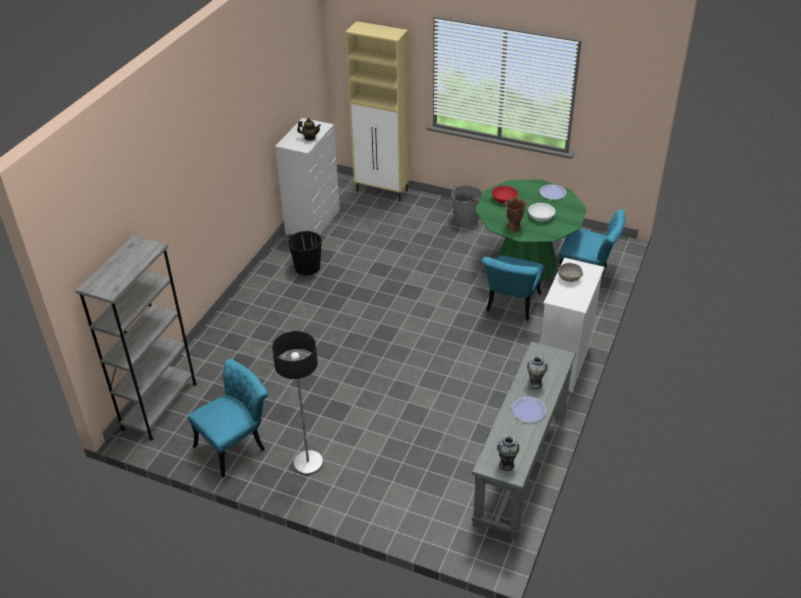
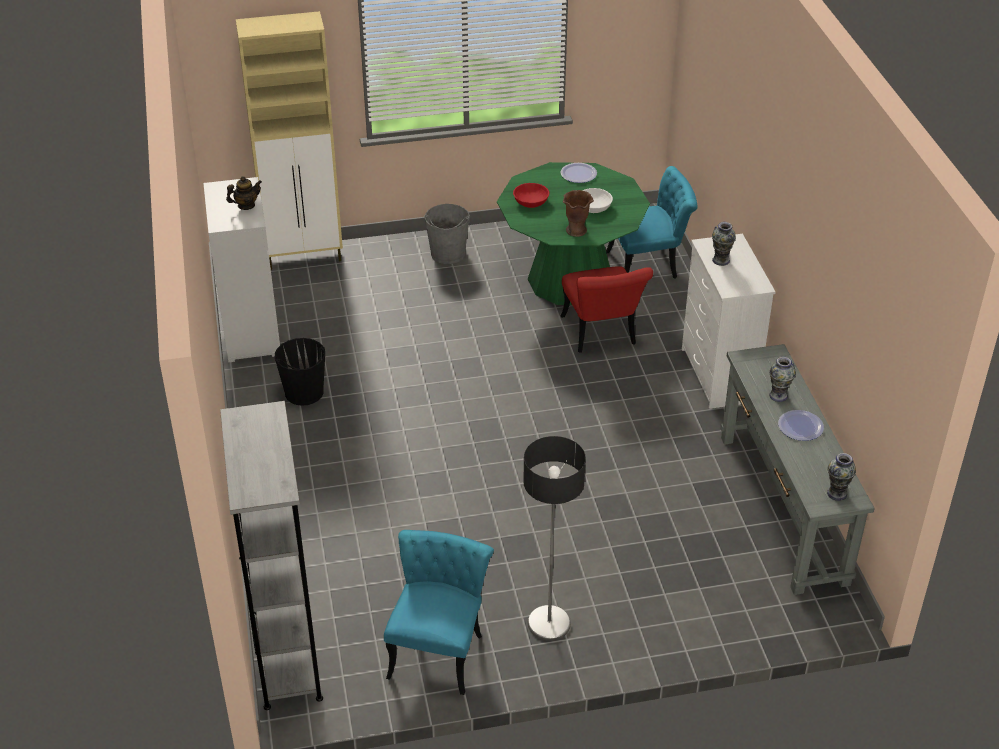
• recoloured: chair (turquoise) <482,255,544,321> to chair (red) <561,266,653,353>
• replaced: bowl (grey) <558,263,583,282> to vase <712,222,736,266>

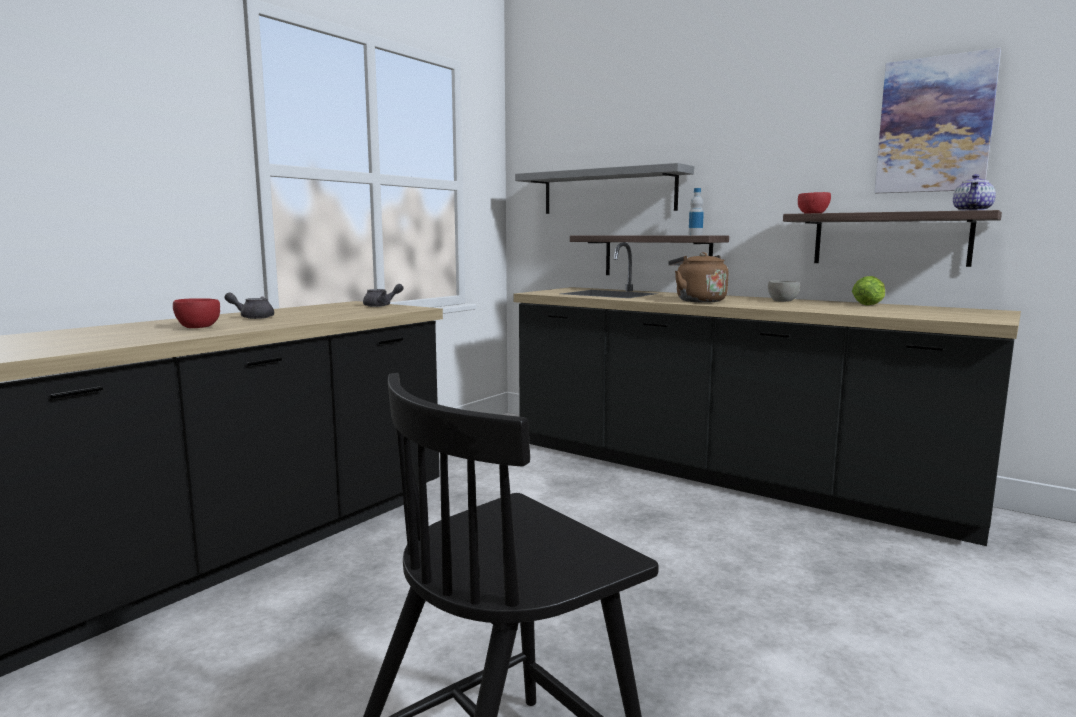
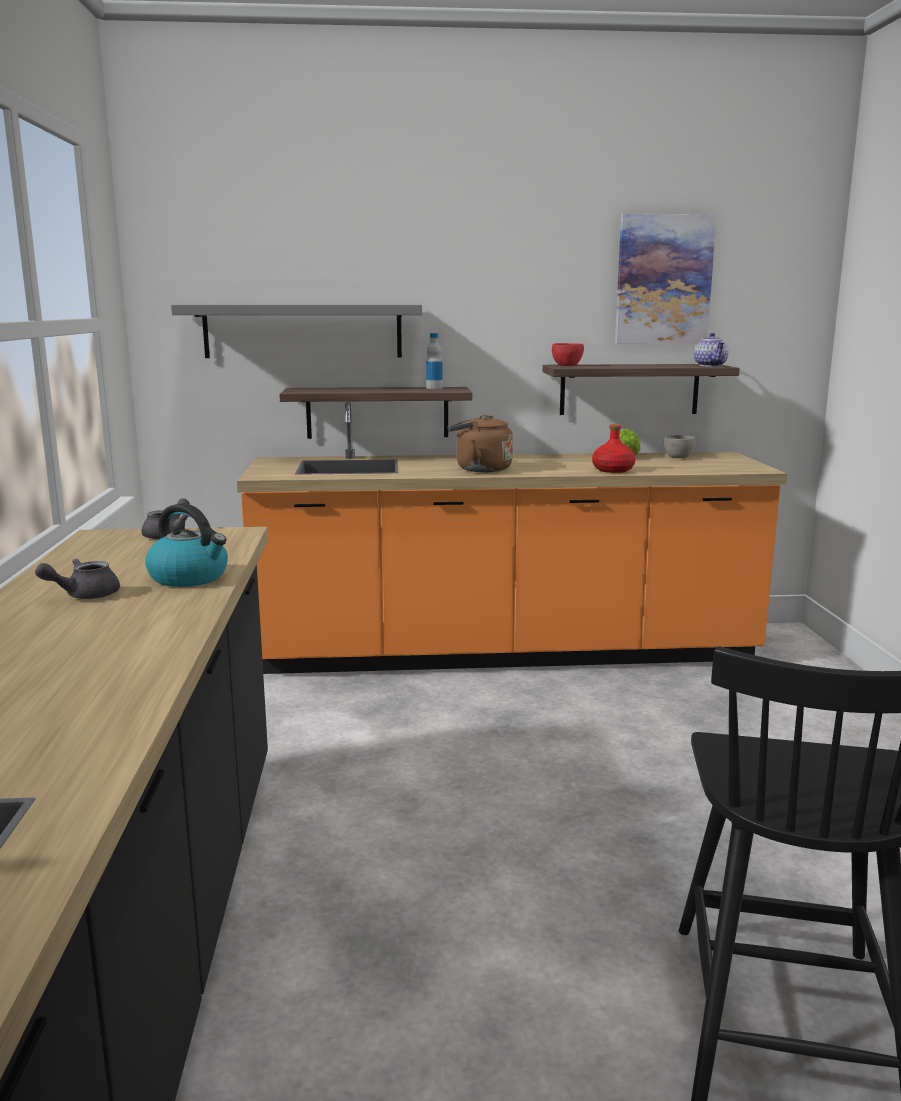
• added: kettle <145,503,228,587>
• recoloured: counter (black) <513,242,1021,546> to counter (orange) <237,401,787,674>
• added: bottle (red) <592,424,635,473>
• moved: bowl (grey) <768,281,800,302> to <664,435,696,458>
• removed: bowl (red) <173,298,220,328>

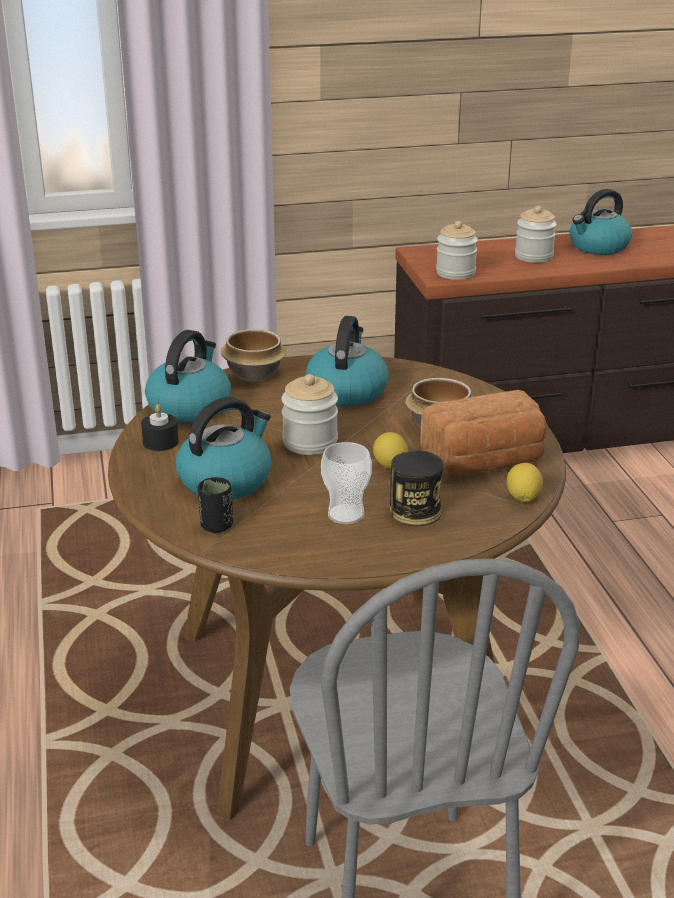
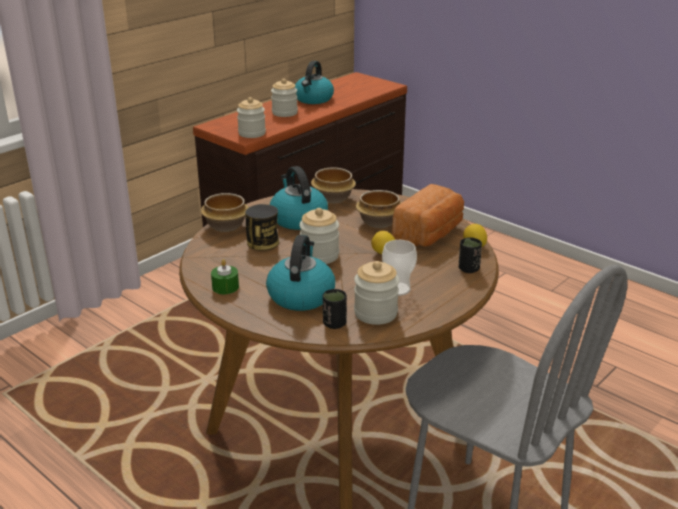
• recoloured: candle (black) <141,404,179,451> to candle (green) <211,259,239,294>
• moved: can <390,450,444,526> to <245,204,279,250>
• added: bowl <311,167,356,203>
• added: jar <354,261,399,325>
• added: cup (black) <459,237,482,273>
• removed: kettle <145,330,231,423>

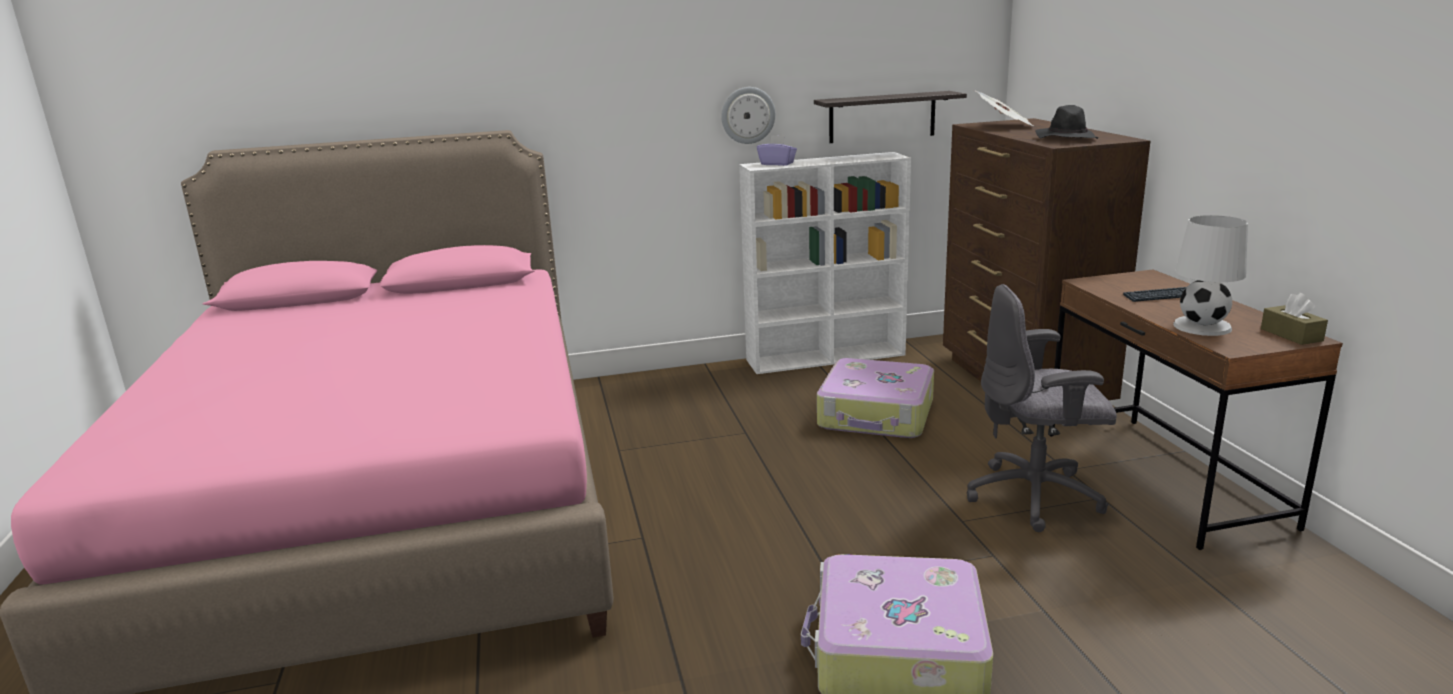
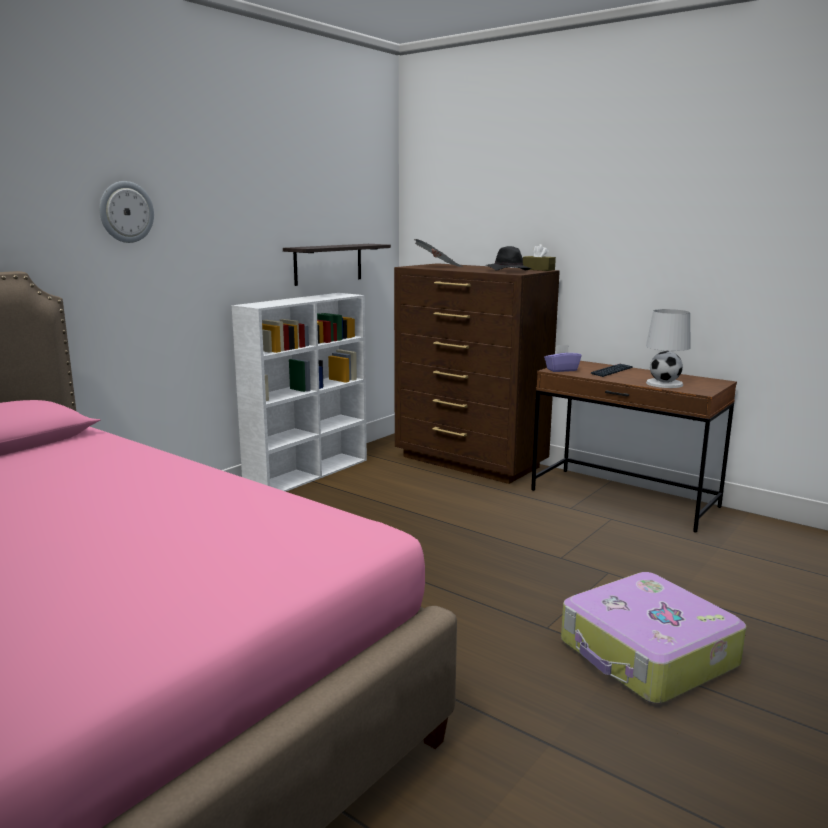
• moved: wall clock <721,87,775,144> to <99,181,154,243>
• moved: tissue box (brown) <1261,293,1328,345> to <522,244,556,271>
• moved: tissue box (purple) <757,135,797,166> to <544,345,581,372>
• removed: suitcase <817,358,934,438>
• removed: office chair (grey) <967,284,1117,532>

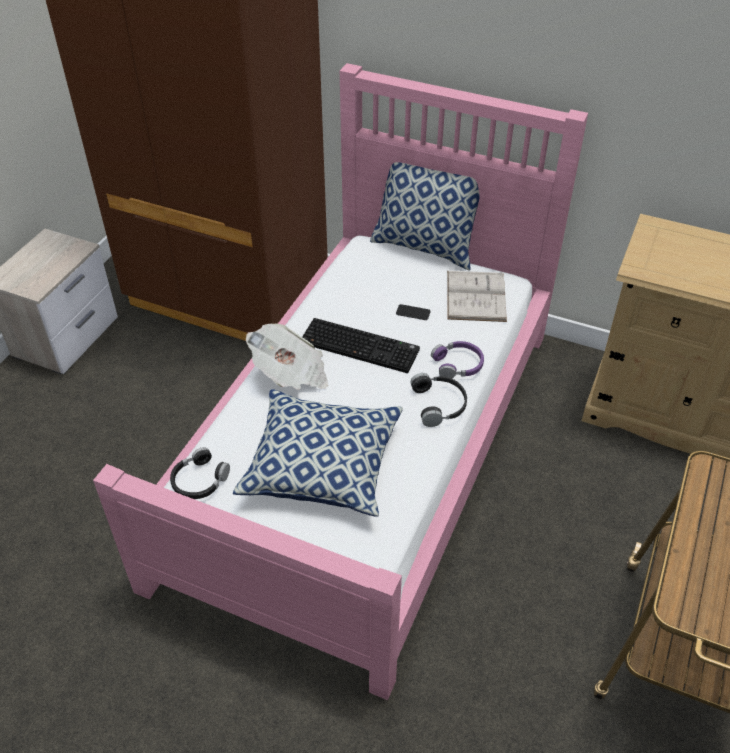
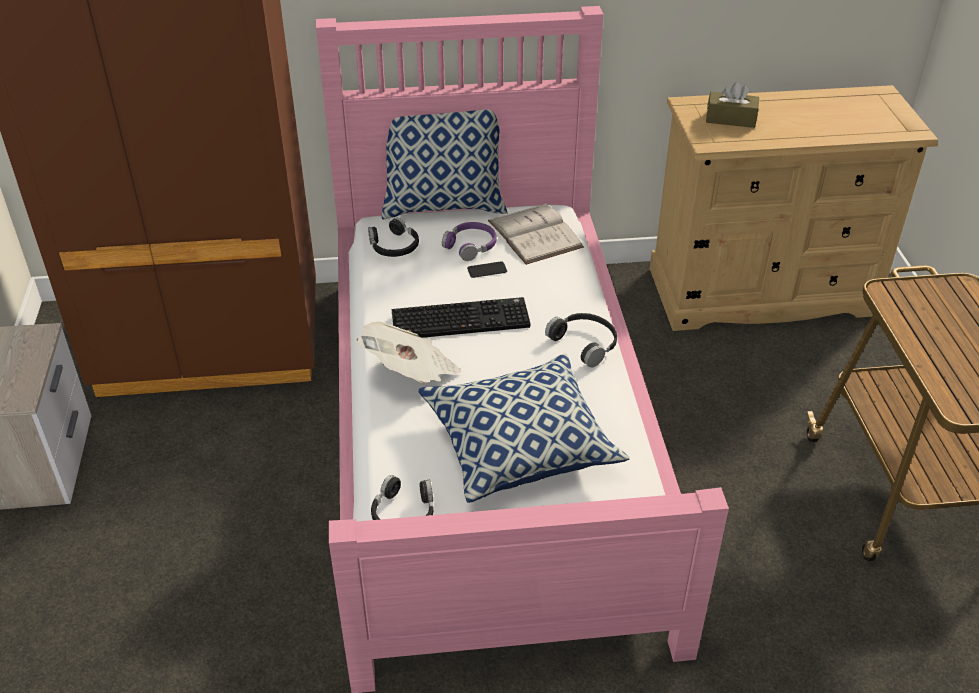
• added: headphones (black) <368,218,419,257>
• moved: headphones (purple) <431,341,484,378> to <442,222,497,261>
• added: tissue box (brown) <706,82,759,128>

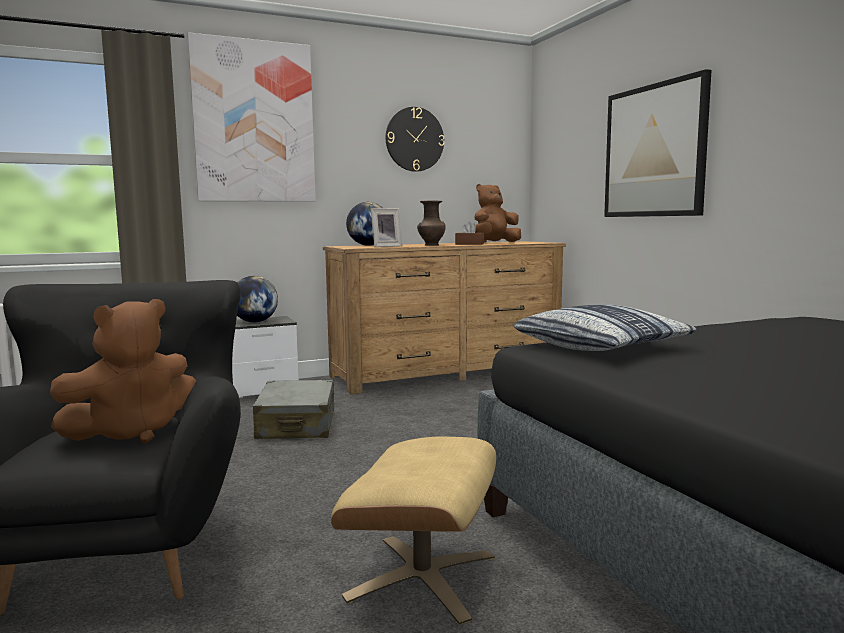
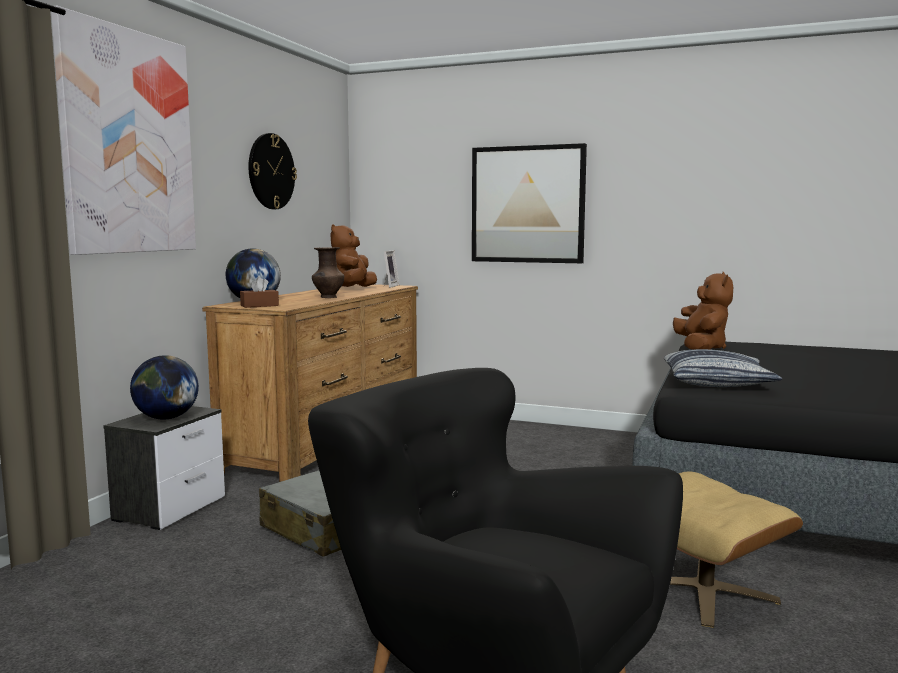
• moved: tissue box (brown) <455,222,484,245> to <240,277,279,308>
• moved: picture frame <371,208,402,247> to <384,250,400,288>
• moved: plush toy (brown) <50,299,196,443> to <673,272,733,350>

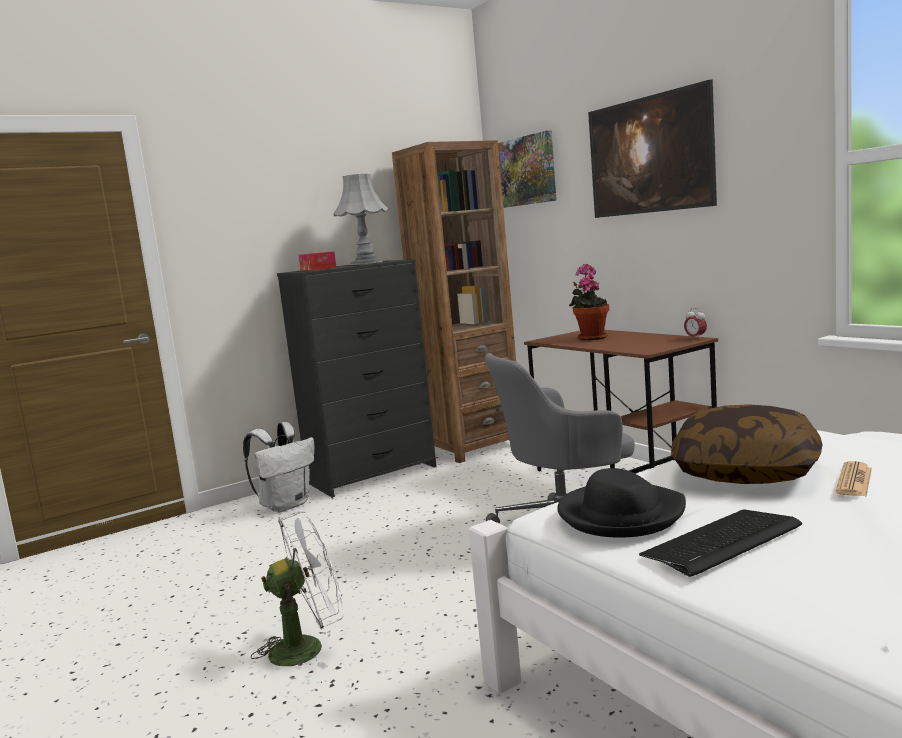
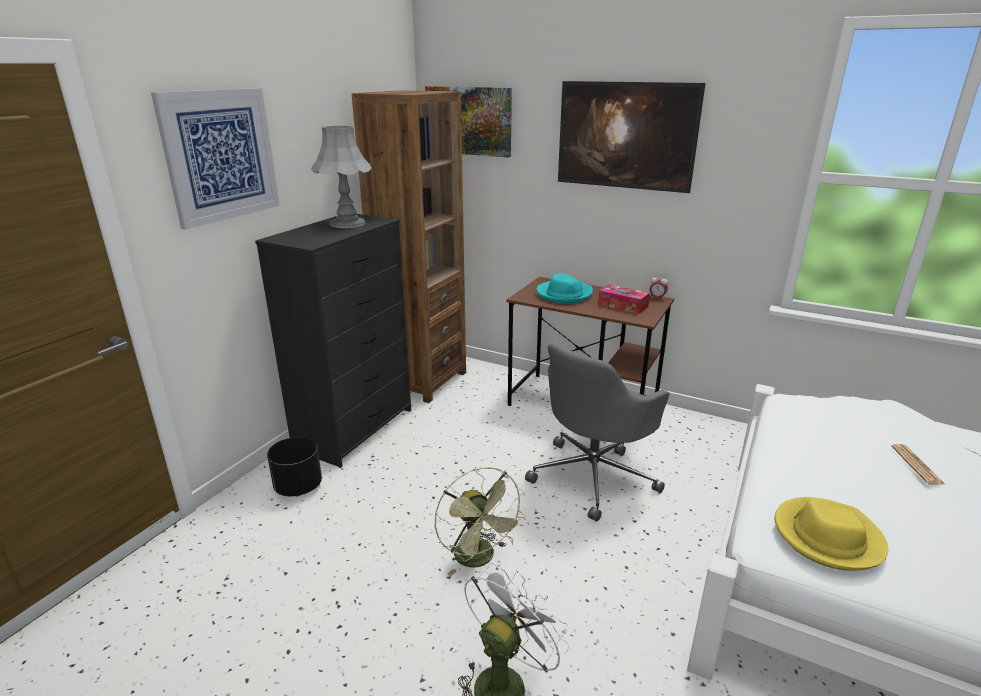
• added: picture <151,88,280,229>
• replaced: backpack (white) <243,422,315,512> to planter (black) <267,437,322,496>
• added: fan (green) <435,467,526,577>
• replaced: potted plant <569,264,609,340> to hat (turquoise) <536,274,593,304>
• moved: tissue box <299,251,336,271> to <598,284,650,314>
• recoloured: hat (black) <557,468,686,538> to hat (yellow) <775,497,888,571>
• removed: keyboard <639,509,802,577>
• removed: pillow <671,404,822,484>

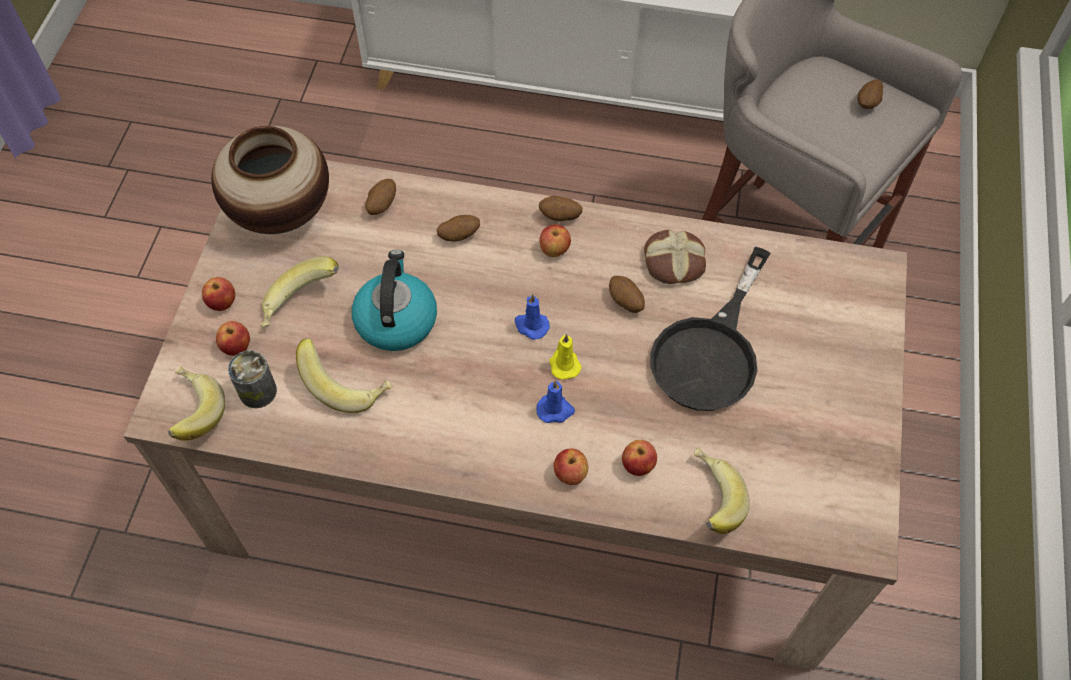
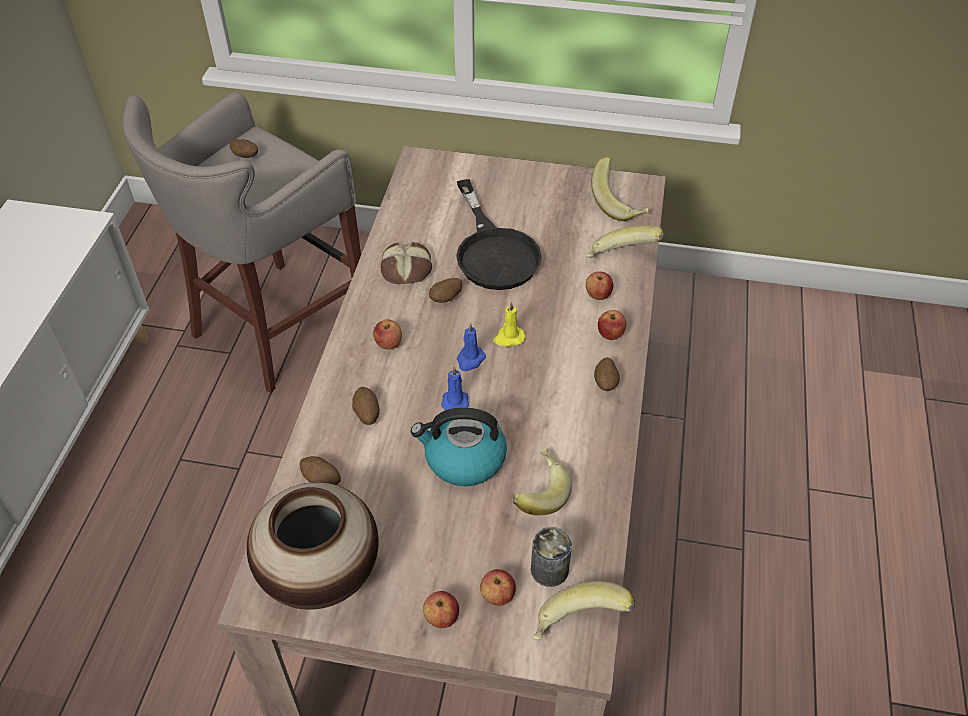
• moved: candle (blue) <537,380,575,423> to <441,366,469,410>
• turned: frying pan (black) <650,247,770,411> = <456,179,542,290> 45 degrees clockwise
• moved: banana <261,256,339,327> to <591,157,649,221>
• moved: potato <539,196,583,221> to <594,357,620,391>

